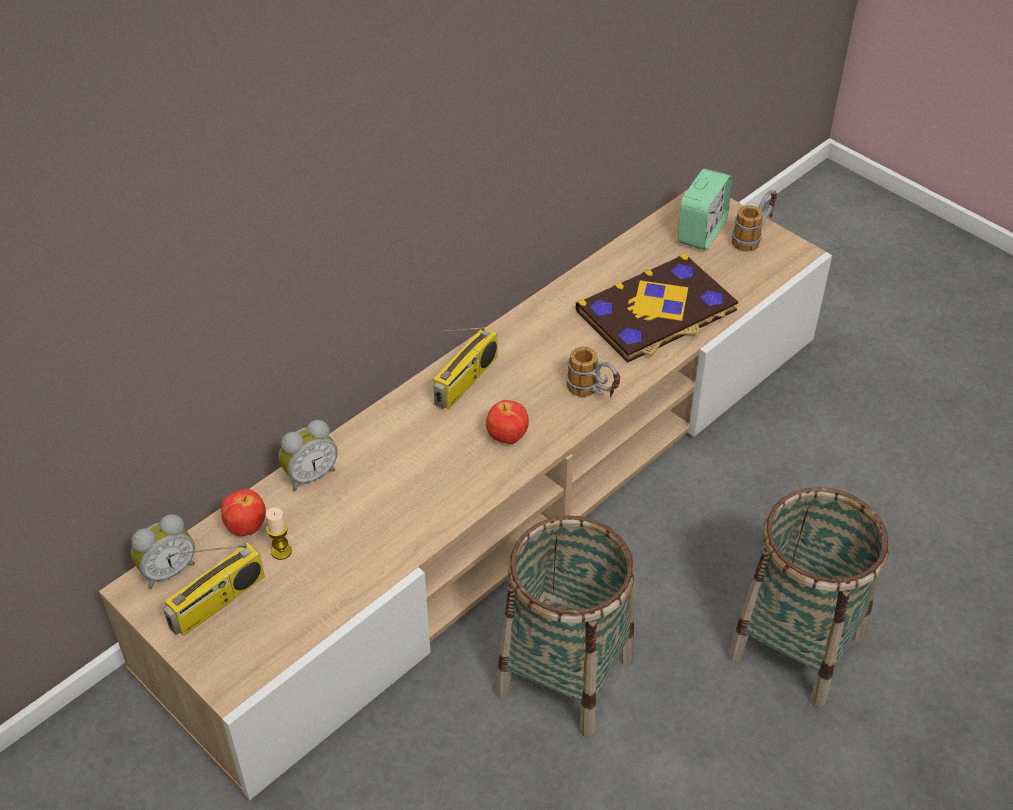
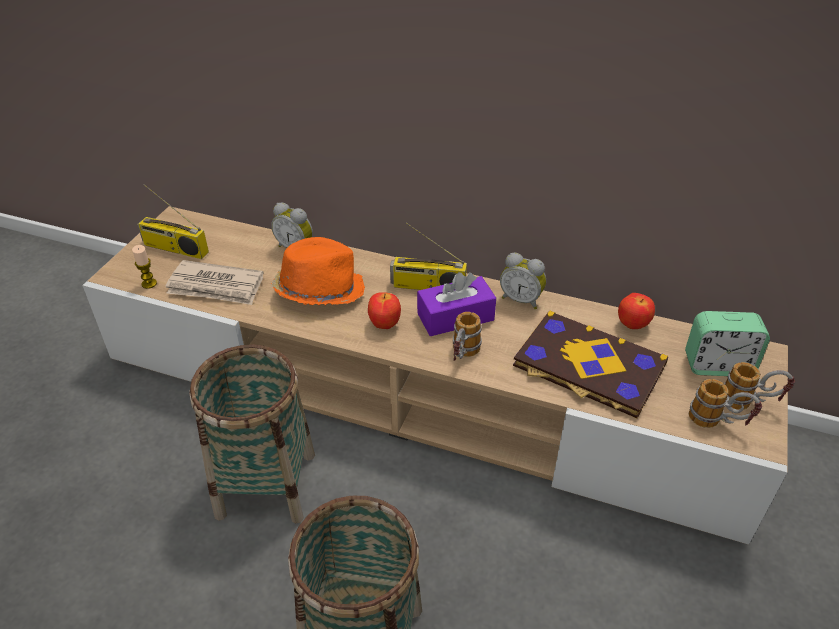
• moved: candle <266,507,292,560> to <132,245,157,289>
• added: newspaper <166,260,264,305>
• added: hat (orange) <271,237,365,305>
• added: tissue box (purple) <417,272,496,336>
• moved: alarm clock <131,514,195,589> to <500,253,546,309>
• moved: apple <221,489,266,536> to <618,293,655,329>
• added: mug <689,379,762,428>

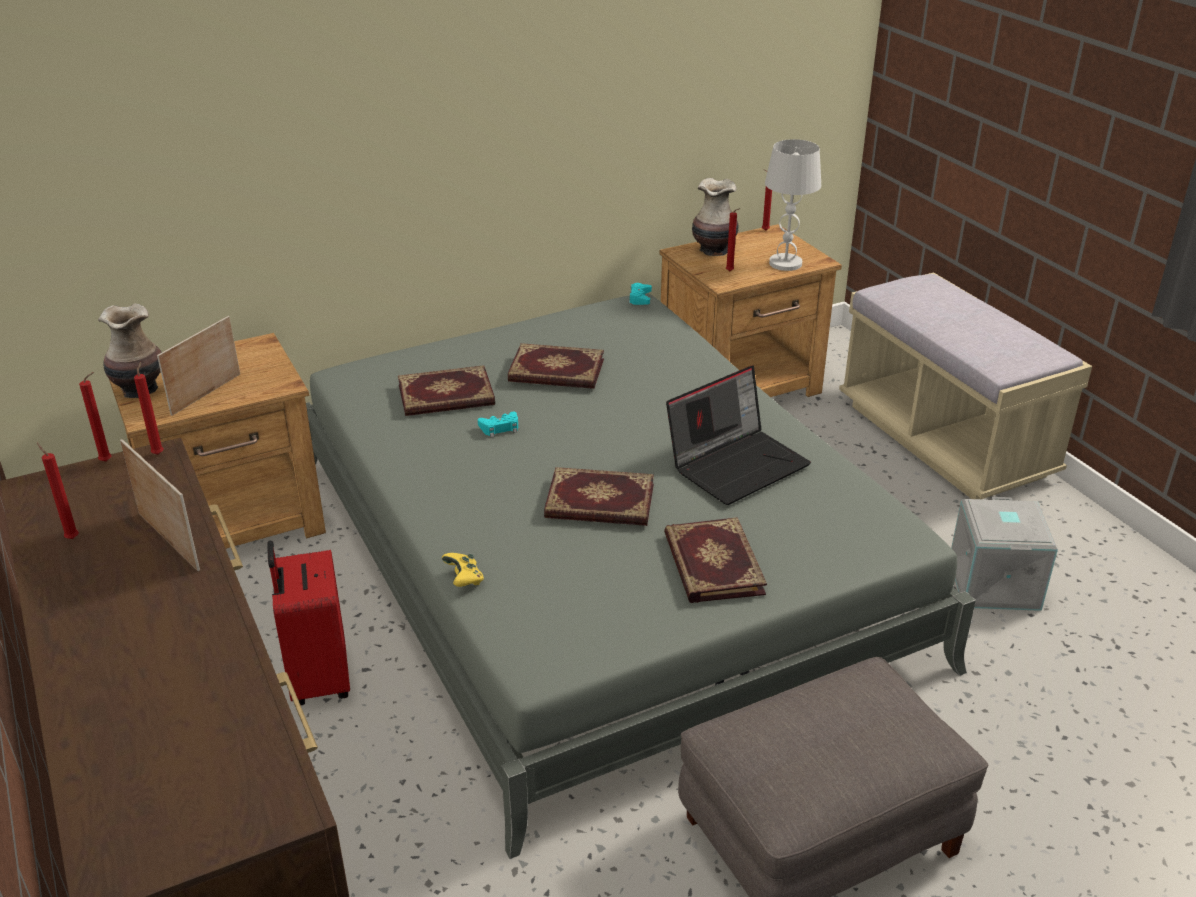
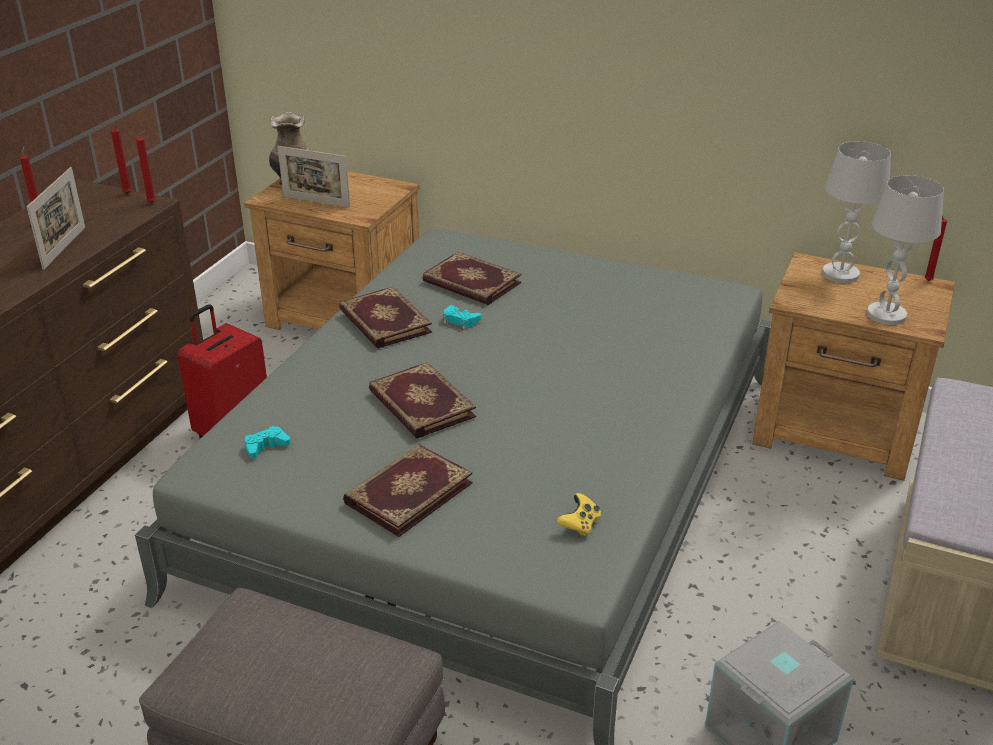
• moved: game controller (turquoise) <629,283,652,305> to <245,426,291,459>
• turned: picture frame <157,316,240,416> = <277,146,350,208> 150 degrees counterclockwise
• moved: book <508,343,604,389> to <339,287,432,349>
• moved: game controller (yellow) <442,553,484,587> to <557,493,601,536>
• replaced: vase <692,178,738,256> to table lamp (white) <822,141,891,283>
• removed: laptop <666,365,811,505>
• removed: candle (red) <726,208,741,271>

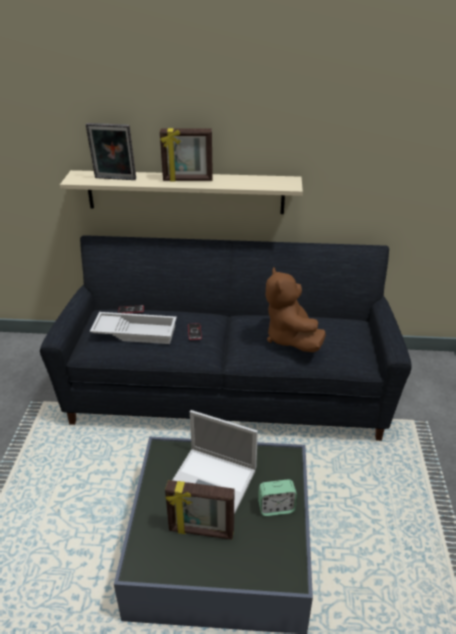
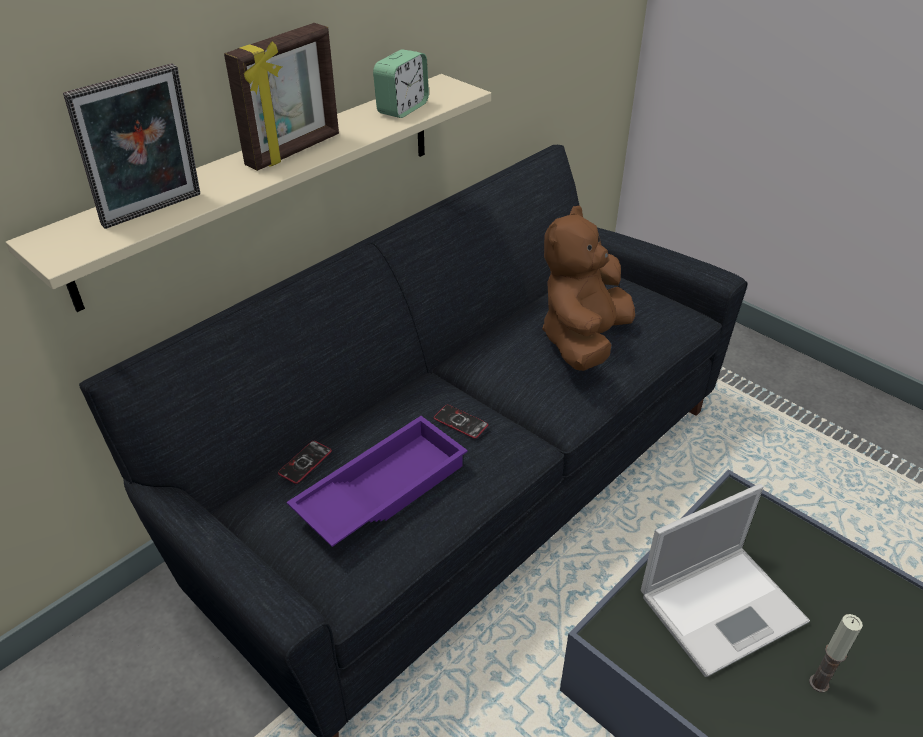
• recoloured: tray (white) <90,312,177,344> to tray (purple) <287,416,468,547>
• moved: alarm clock <258,479,297,516> to <373,49,429,118>
• turned: plush toy (brown) <265,268,326,352> = <542,206,635,371> 90 degrees clockwise
• replaced: picture frame <165,480,234,540> to candle <809,614,863,693>

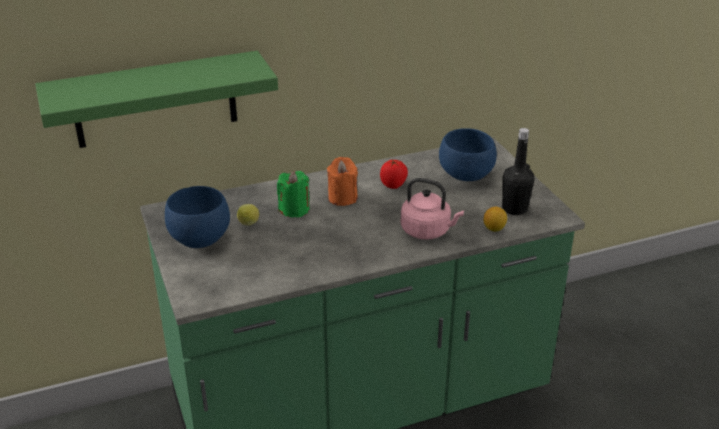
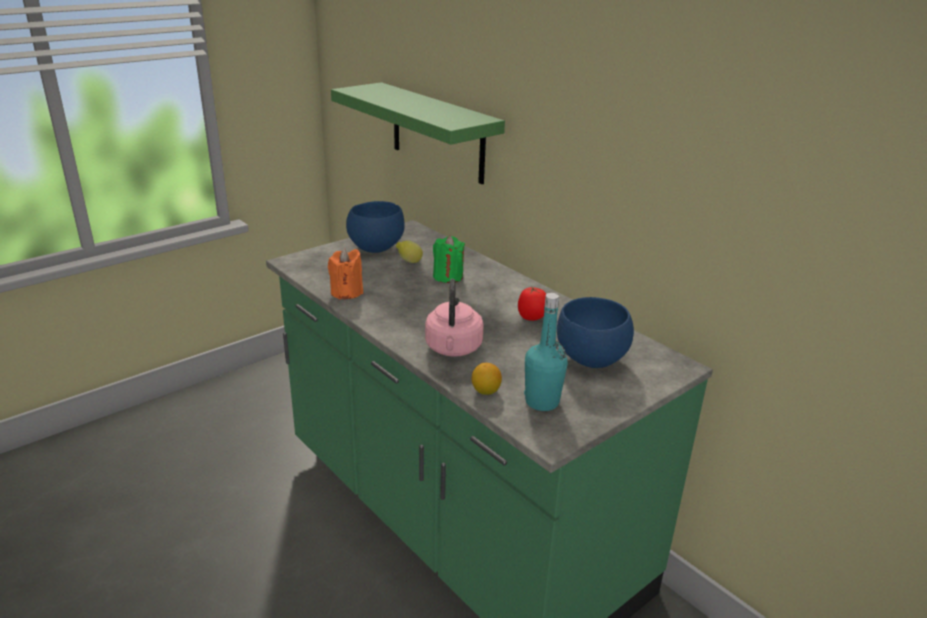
• moved: candle (orange) <327,157,358,206> to <328,248,363,300>
• recoloured: bottle (black) <502,128,535,215> to bottle (turquoise) <524,293,568,411>

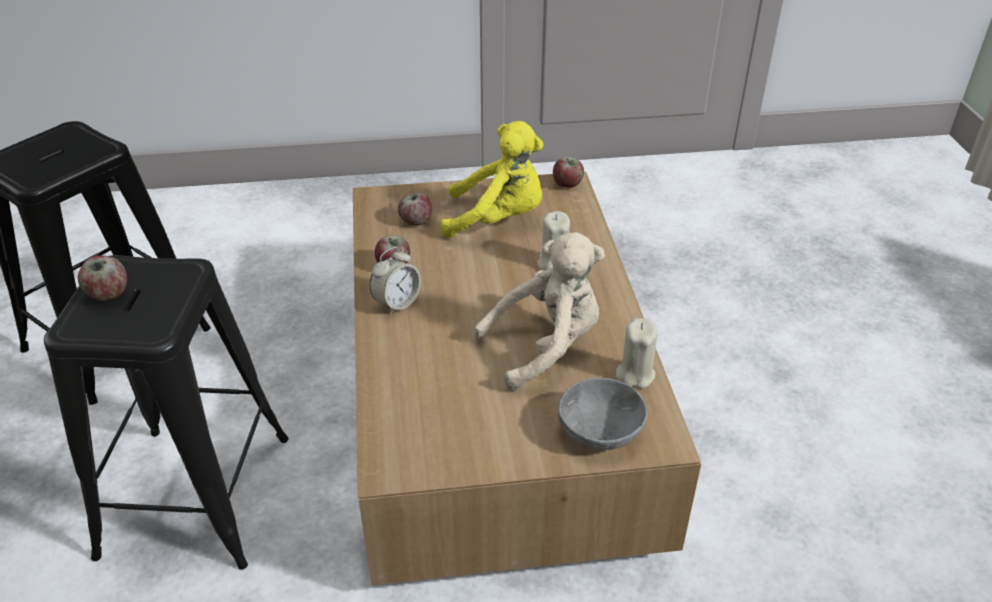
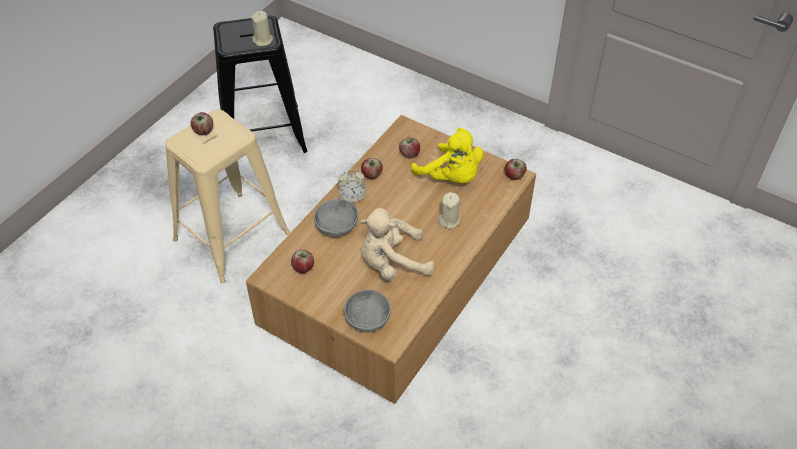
• recoloured: stool (black) <44,255,288,570> to stool (beige) <165,110,290,283>
• moved: candle (beige) <616,318,658,388> to <251,11,273,46>
• added: apple <291,250,314,273>
• added: bowl (grey) <314,199,359,237>
• turned: plush toy (beige) <474,232,605,391> = <361,208,434,280> 150 degrees clockwise

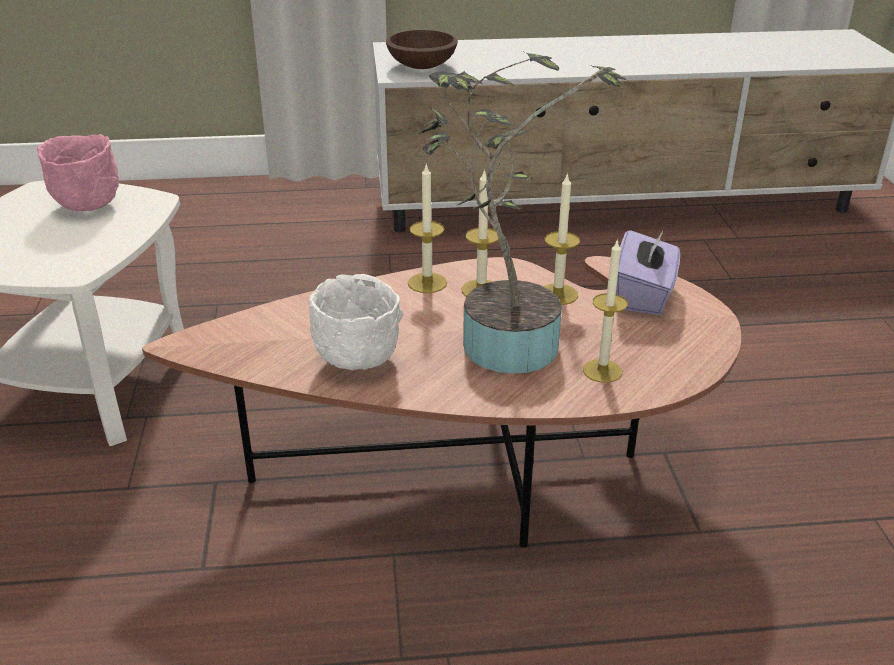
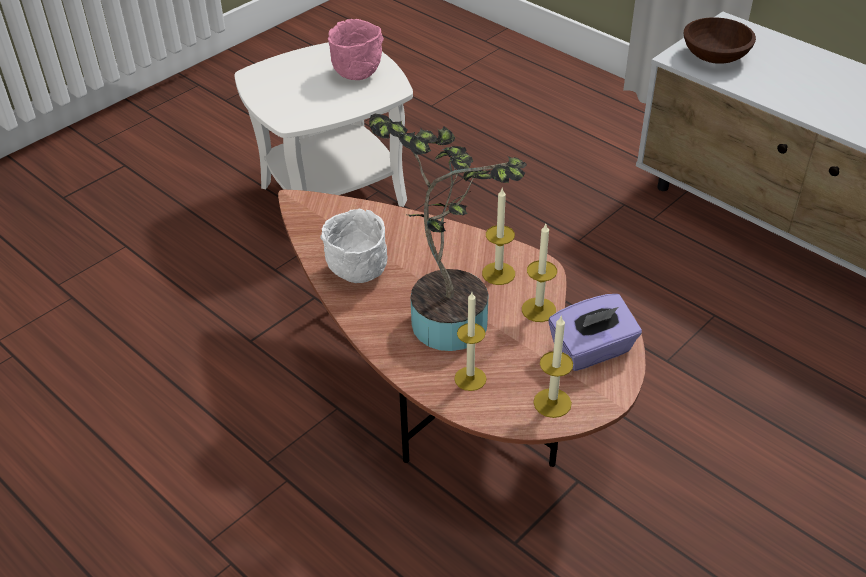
• moved: candle <408,164,447,293> to <533,315,573,418>

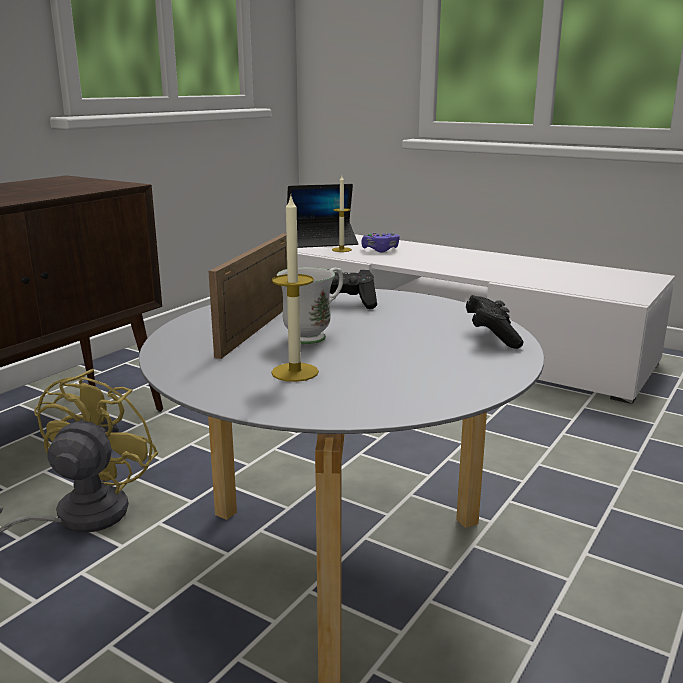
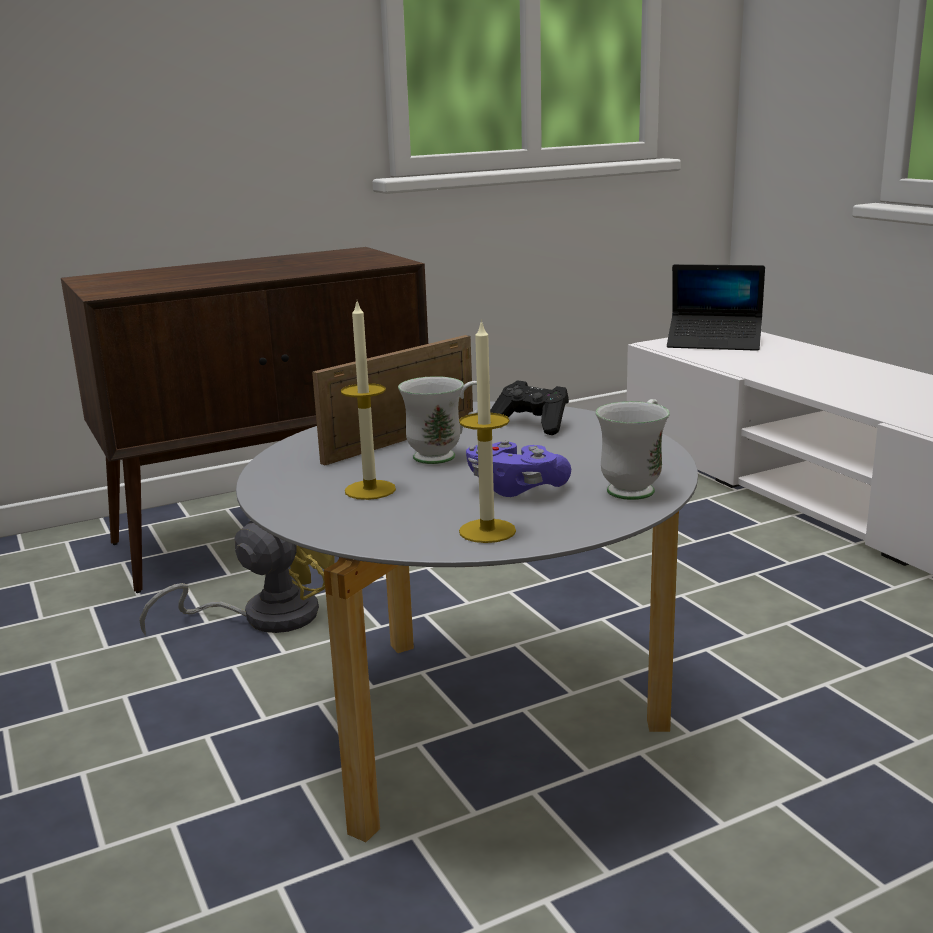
• moved: candle <332,175,352,252> to <459,319,516,543>
• moved: game controller (purple) <361,232,400,253> to <466,440,571,497>
• replaced: game controller (black) <466,295,524,349> to mug (white) <596,399,670,500>

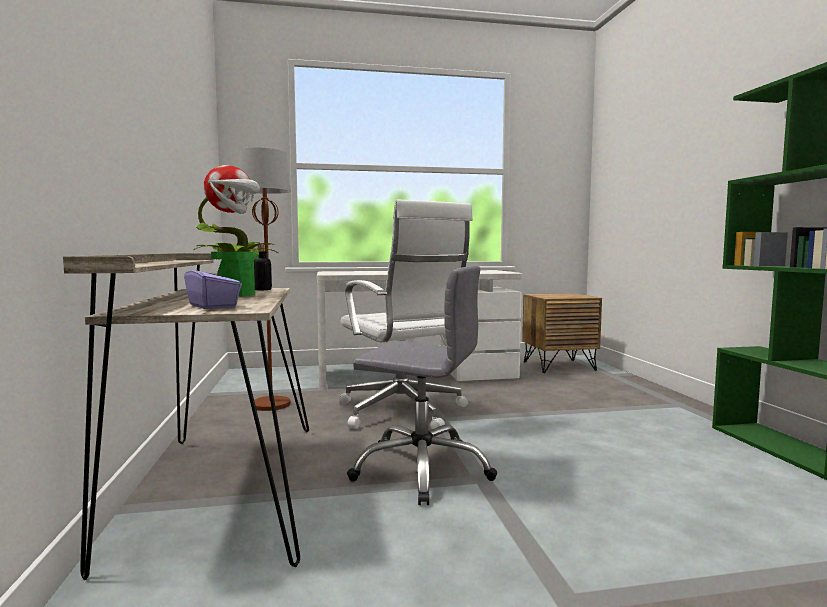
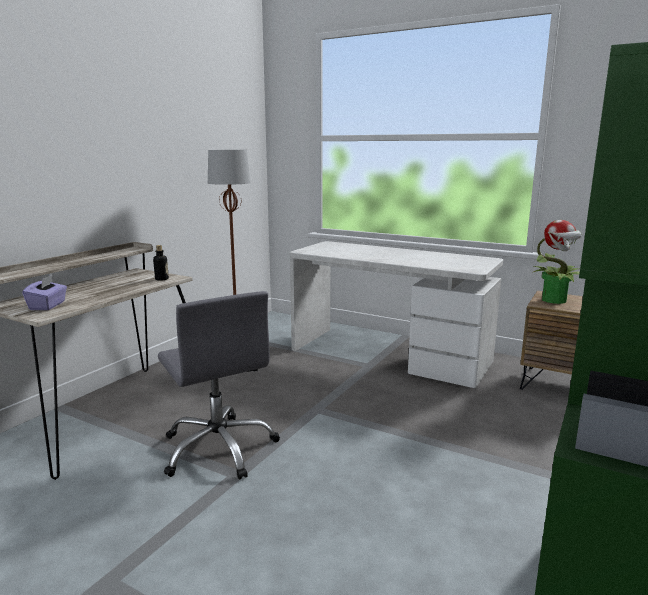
• moved: potted plant <193,165,278,296> to <532,220,581,304>
• removed: office chair (white) <339,199,473,429>

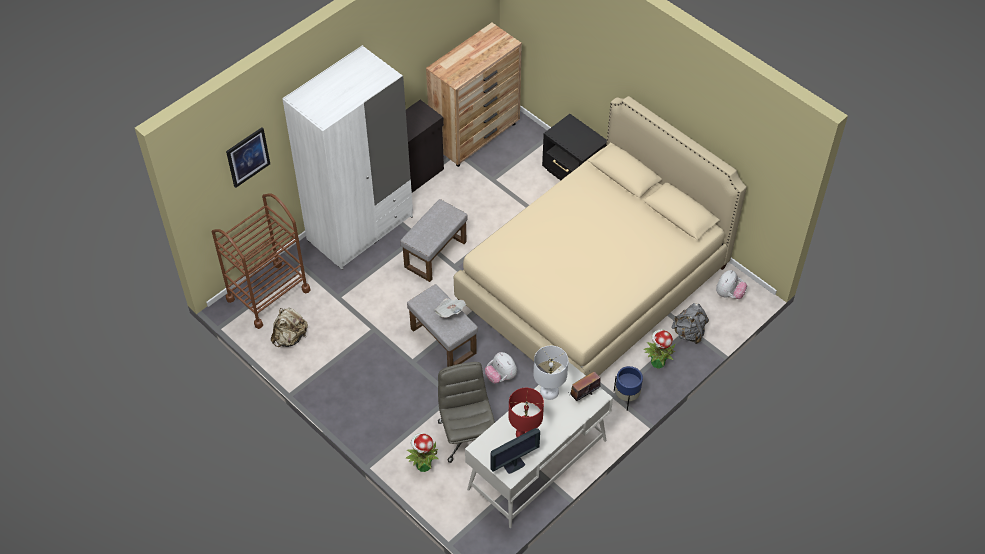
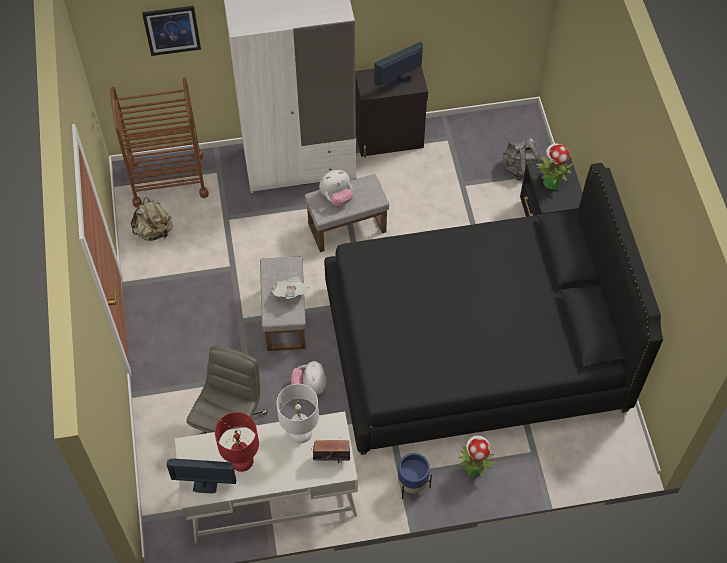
• moved: plush toy <716,270,747,299> to <319,170,353,206>
• recoloured: bed (beige) <454,96,747,376> to bed (black) <324,163,663,455>
• added: monitor <374,42,423,90>
• moved: backpack (grey) <672,303,709,344> to <502,138,541,181>
• moved: potted plant <405,433,439,472> to <536,143,573,189>
• removed: dresser (brown) <426,23,522,167>

